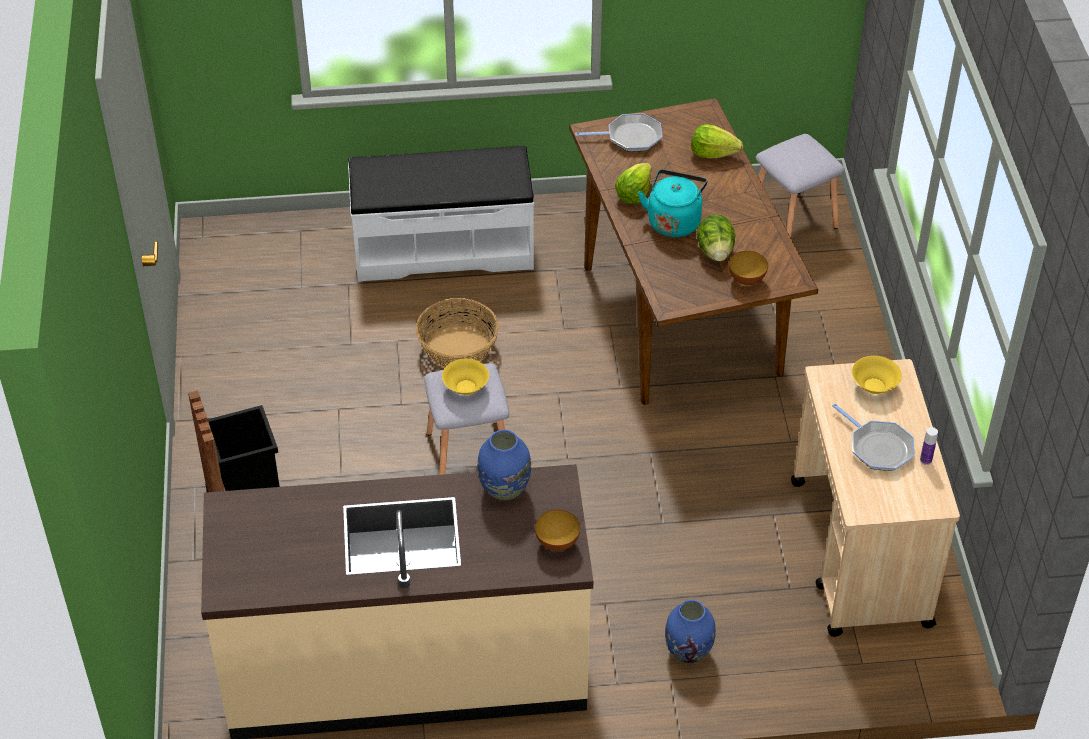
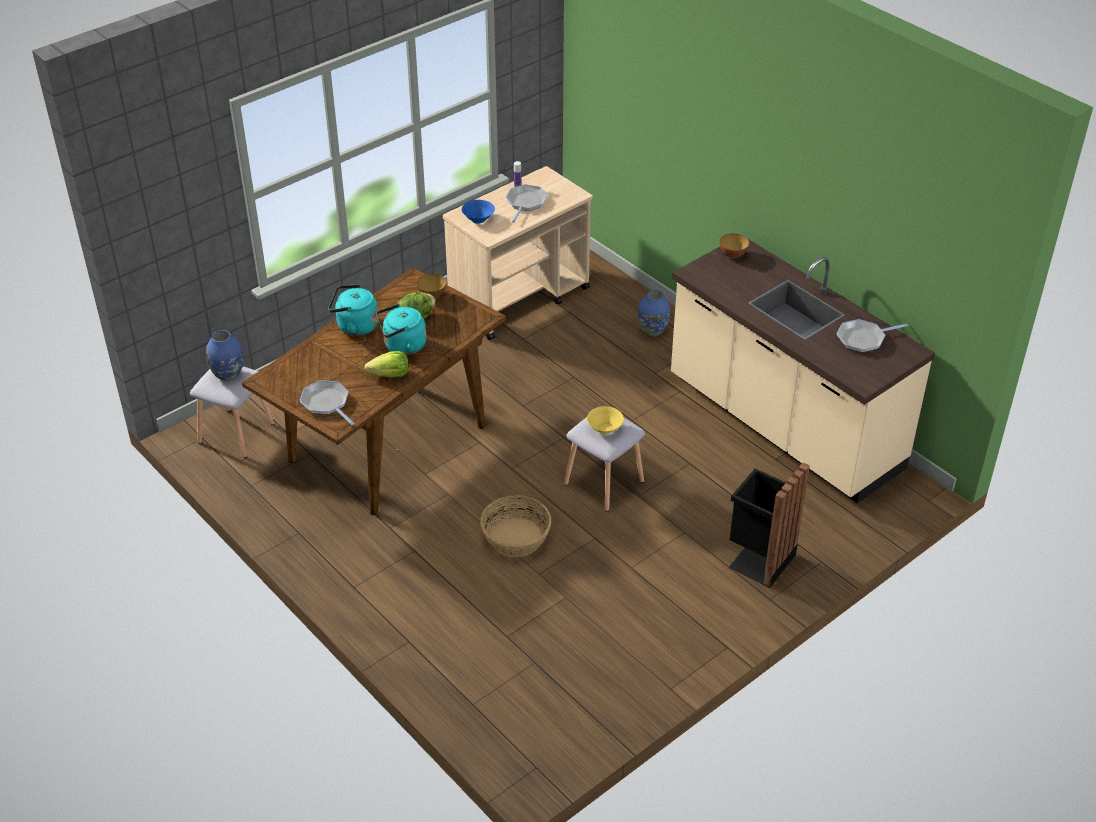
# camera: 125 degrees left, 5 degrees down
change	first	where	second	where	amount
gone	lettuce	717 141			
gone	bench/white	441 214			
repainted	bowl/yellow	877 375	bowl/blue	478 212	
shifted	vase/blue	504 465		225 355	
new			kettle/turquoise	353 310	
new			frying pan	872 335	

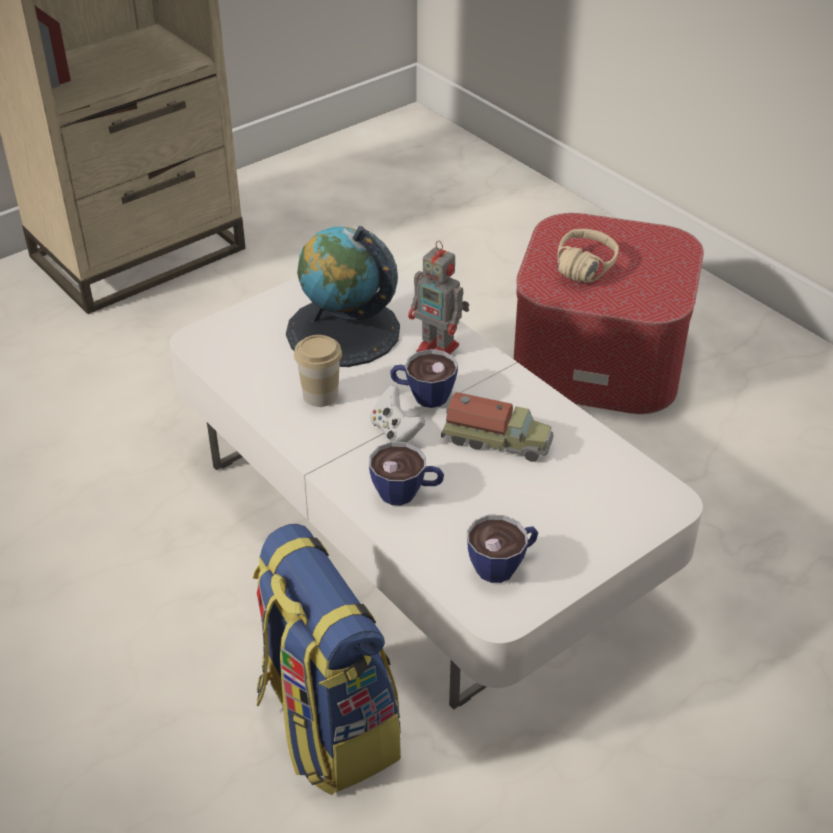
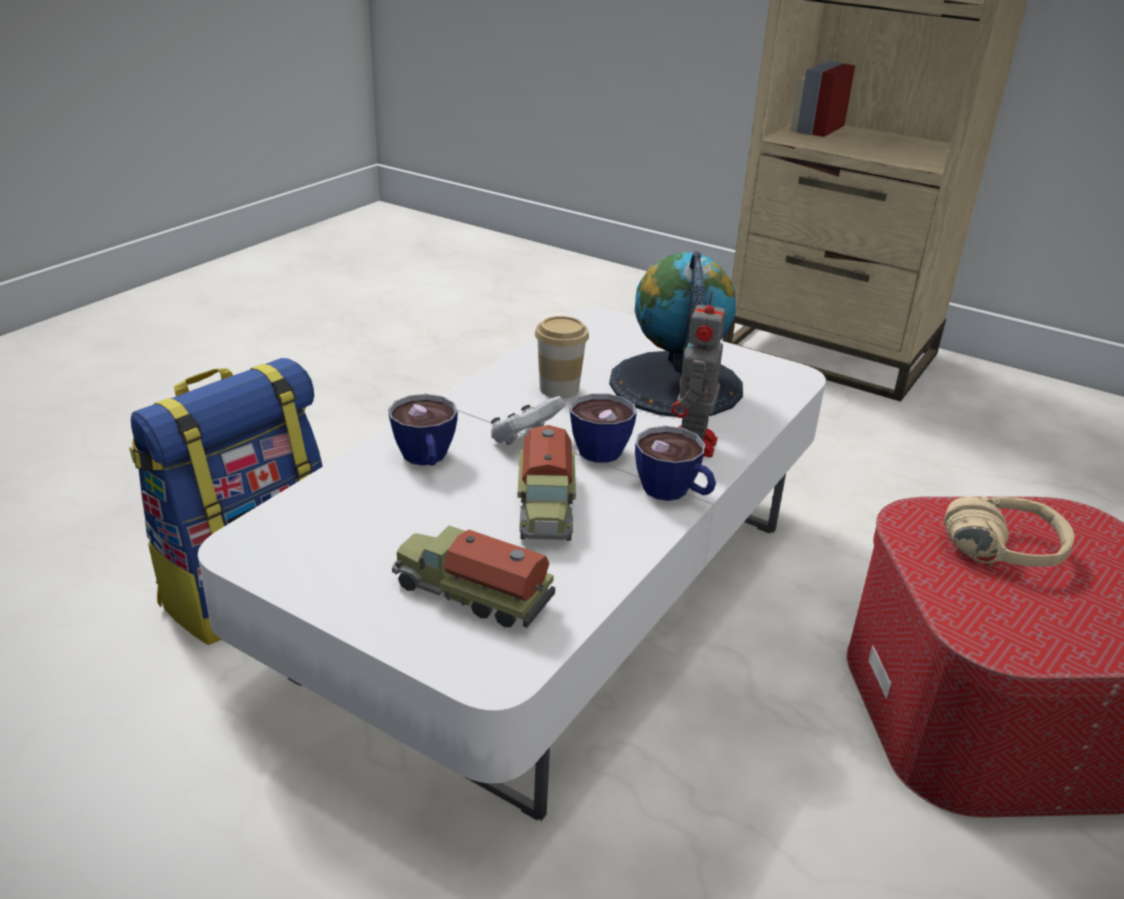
# camera: 70 degrees right, 10 degrees down
change	first	where	second	where	amount
shifted	cup	503 549		675 463	
new			toy truck	473 577	

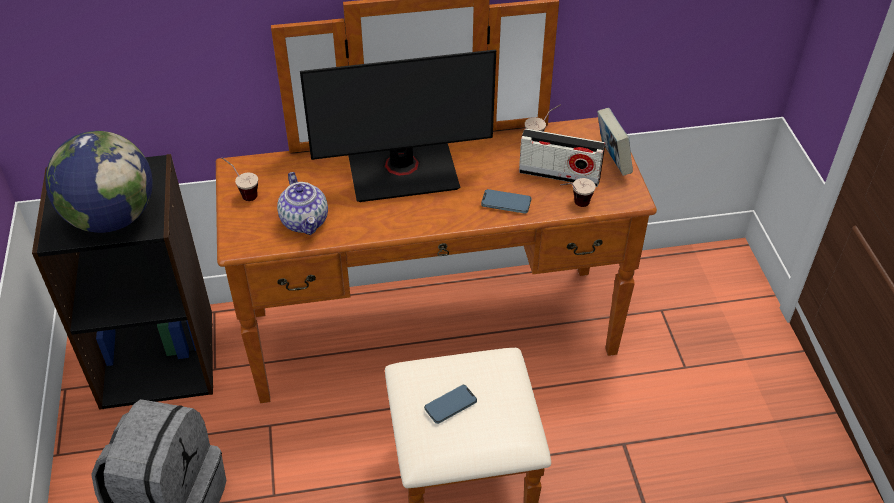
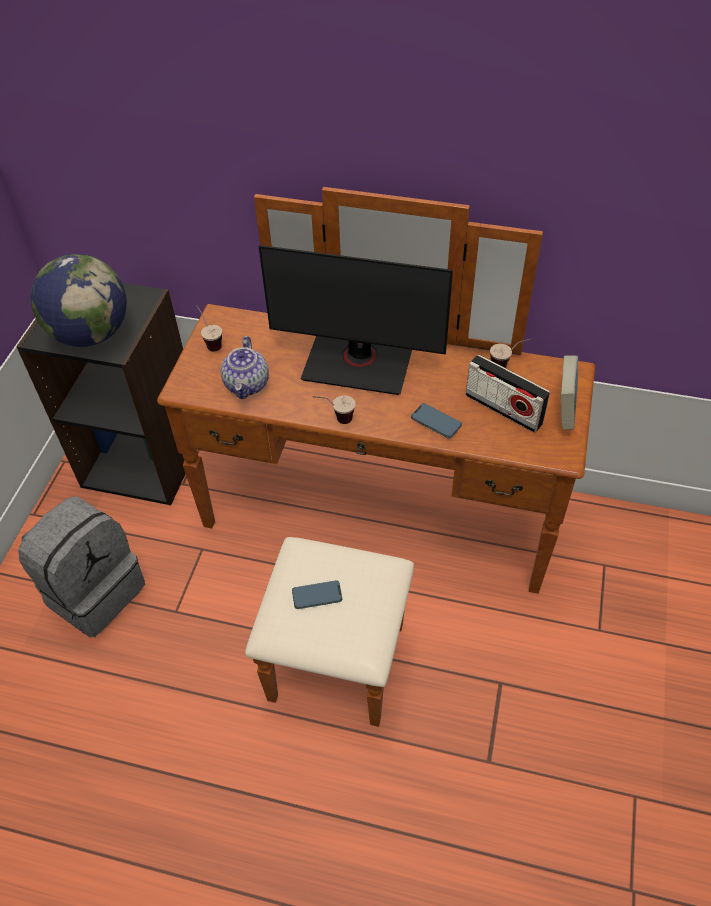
# camera: 25 degrees right, 5 degrees up
change	first	where	second	where	amount
shifted	cup	578 192		334 409	

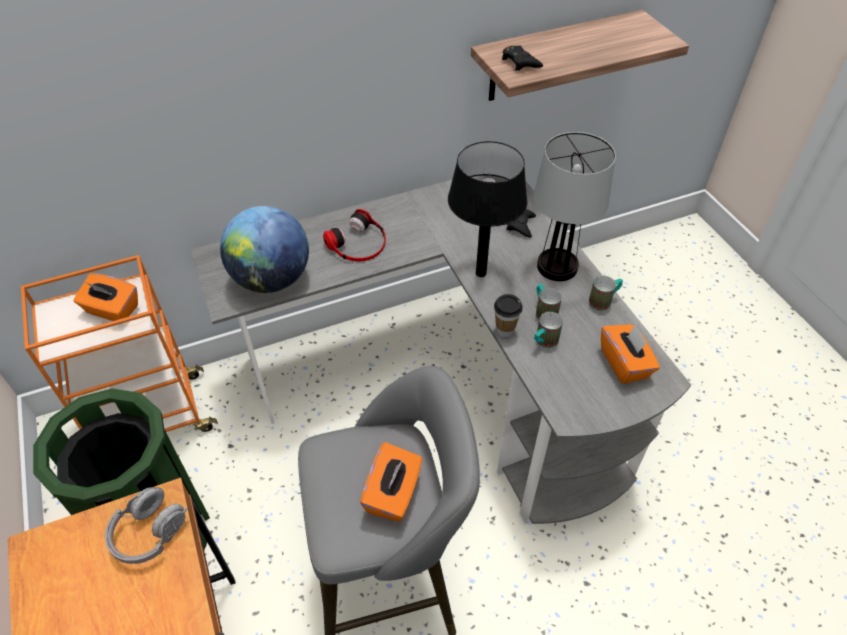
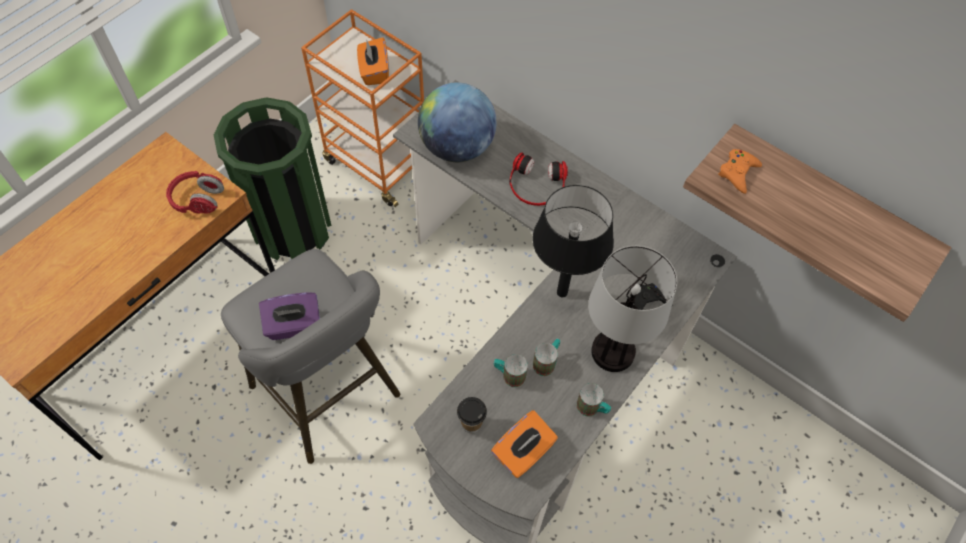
# camera: 60 degrees right, 10 degrees up
change	first	where	second	where	amount
repainted	game controller/black	522 58	game controller/orange	740 171	
shifted	cup	508 315		472 415	
repainted	tissue box/orange	391 482	tissue box/purple	289 316	
repainted	headphones/grey	146 525	headphones/red	195 192	

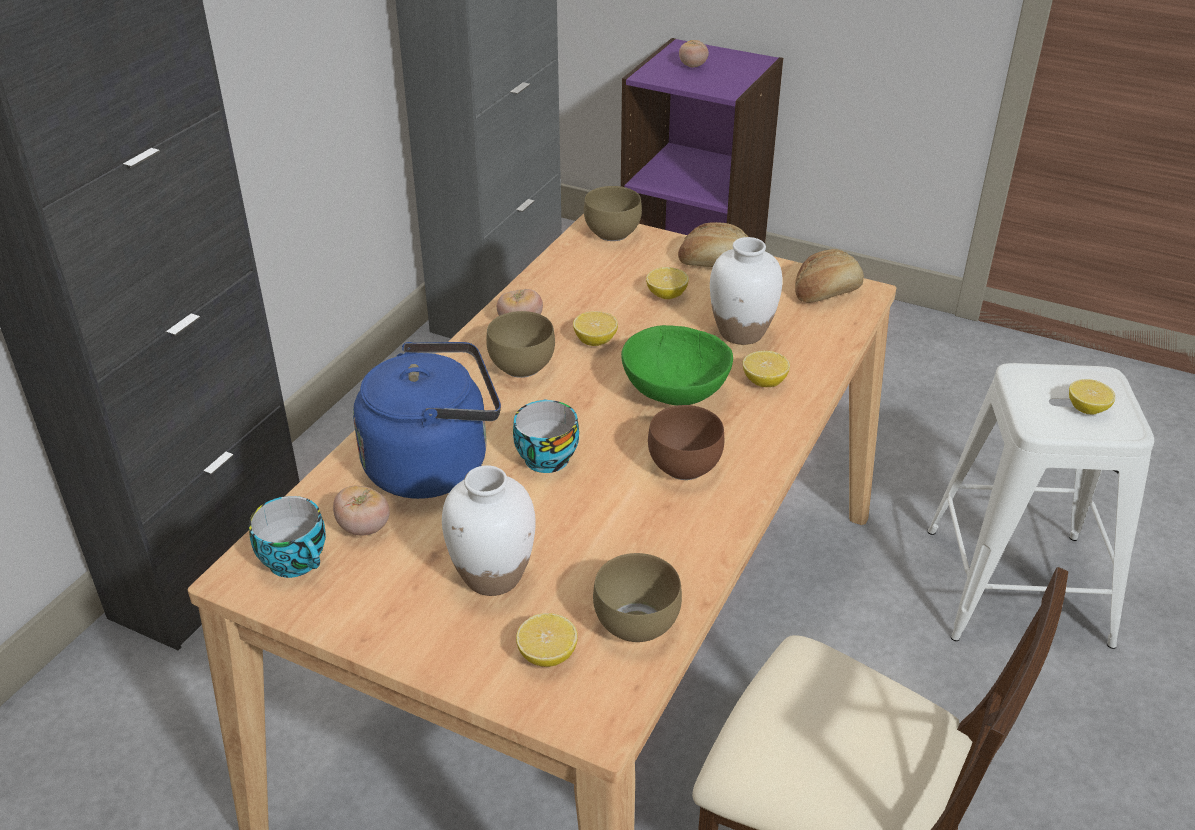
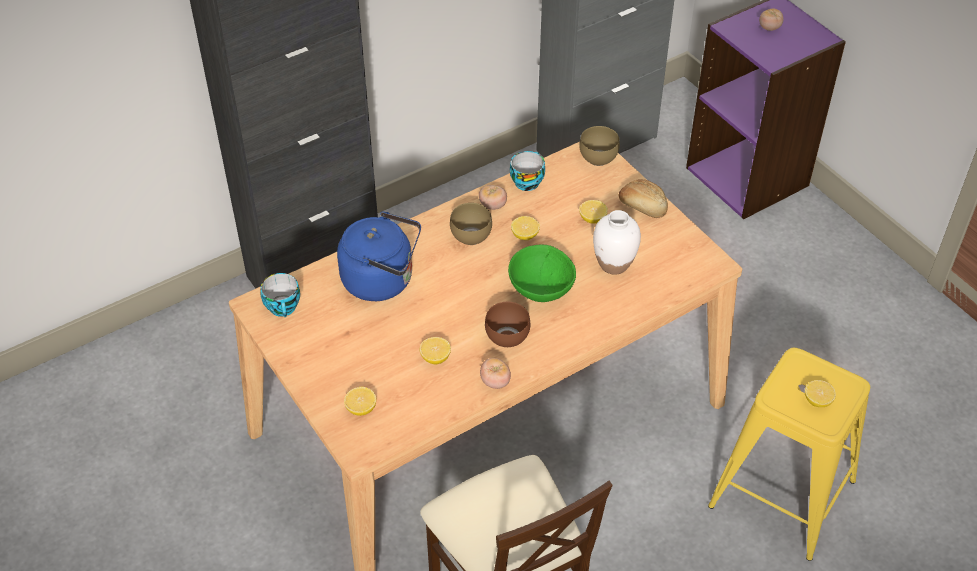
# camera: 30 degrees right, 10 degrees up
change	first	where	second	where	amount
gone	bread	829 276			
shifted	lemon	766 369		435 351	
repainted	stool/white	1040 506	stool/yellow	789 454	
shifted	cup	546 436		527 171	
gone	vase/white	488 530			
shifted	tomato	361 510		495 373	
gone	bowl/brown	637 597			

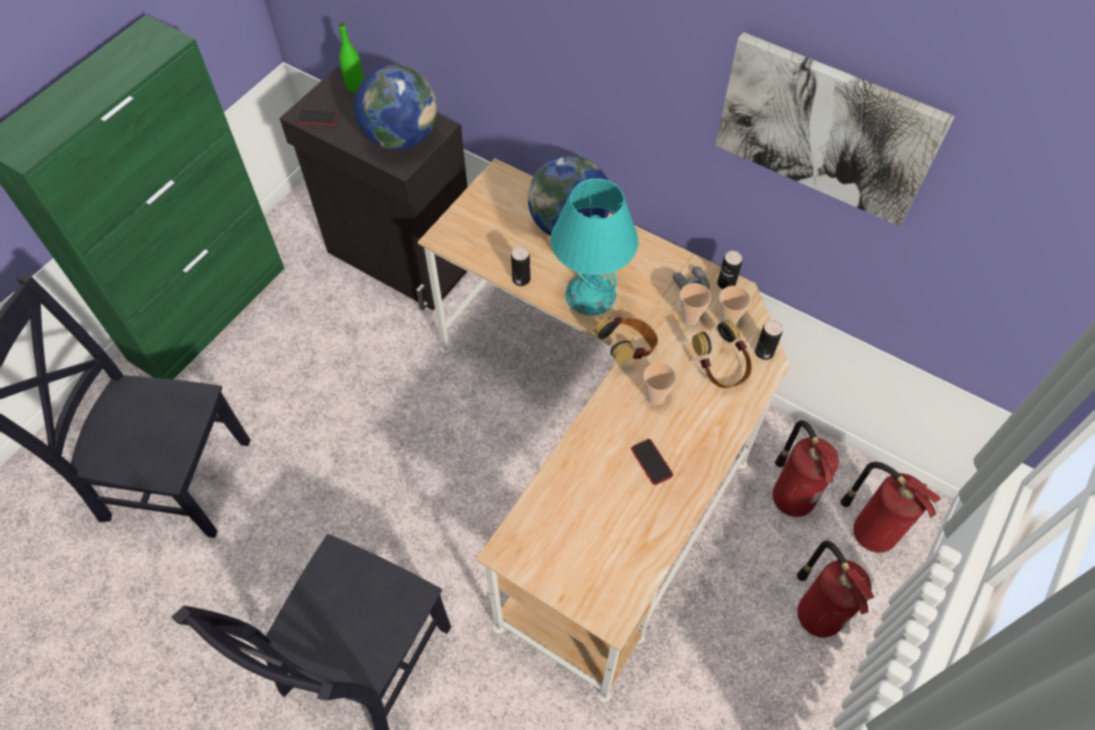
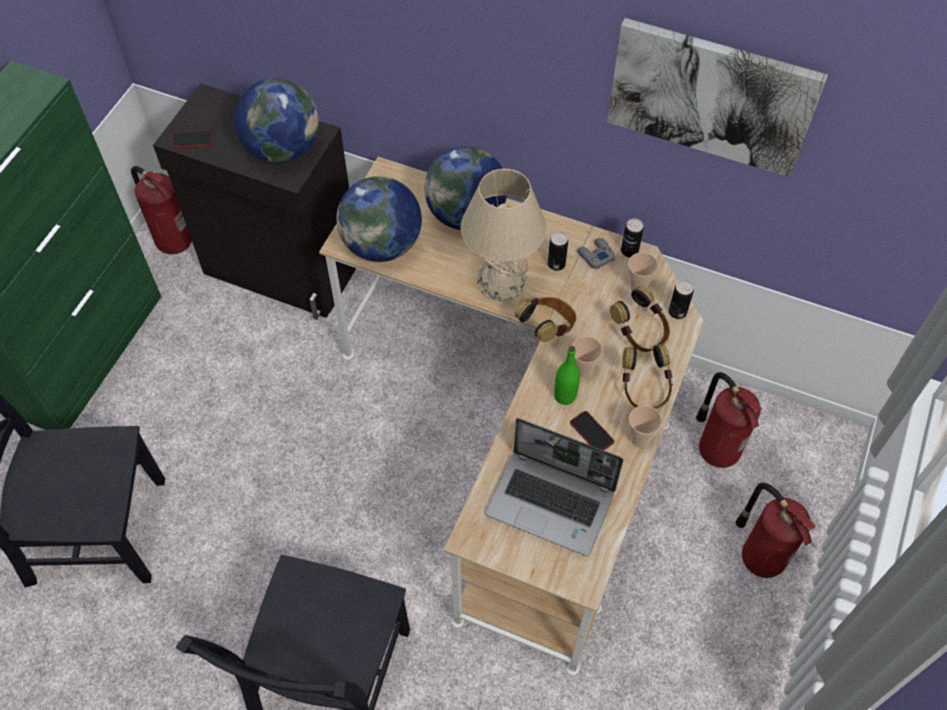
# camera: 10 degrees left, 0 degrees up
change	first	where	second	where	amount
shifted	bottle/green	351 57		567 375	
repainted	table lamp/turquoise	594 247	table lamp/beige	503 235	
shifted	can	520 266		558 251	
shifted	cup	695 304		645 426	
shifted	fire extinguisher	890 507		161 210	
new			globe	379 219	
new			headphones	647 377	
new			laptop	554 487	

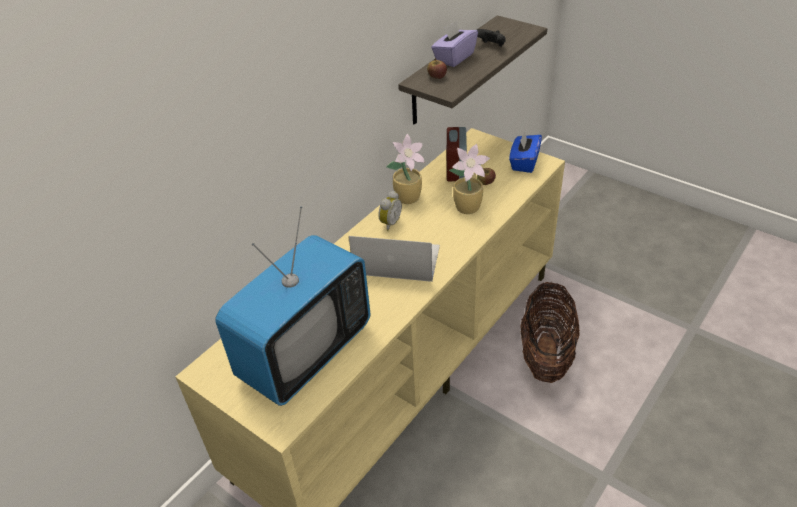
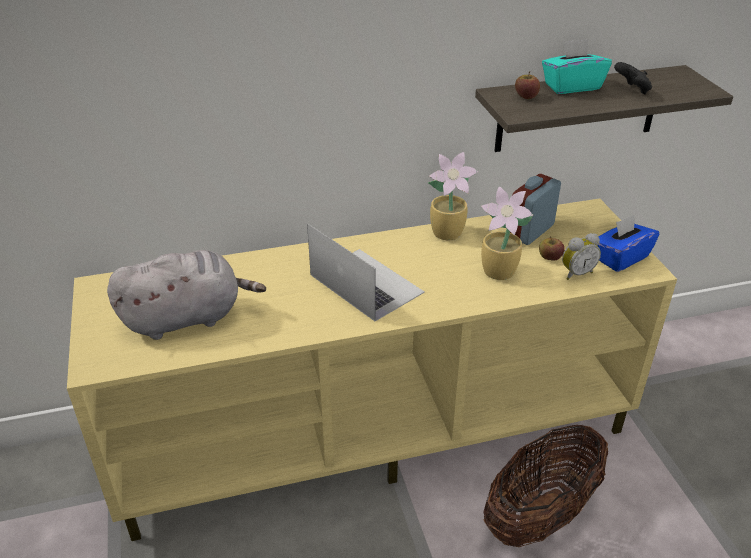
# camera: 35 degrees right, 5 degrees down
change	first	where	second	where	amount
repainted	tissue box/purple	454 44	tissue box/turquoise	577 66	
shifted	alarm clock	390 211		581 256	
swapped	television	293 306	plush toy/grey	186 295	

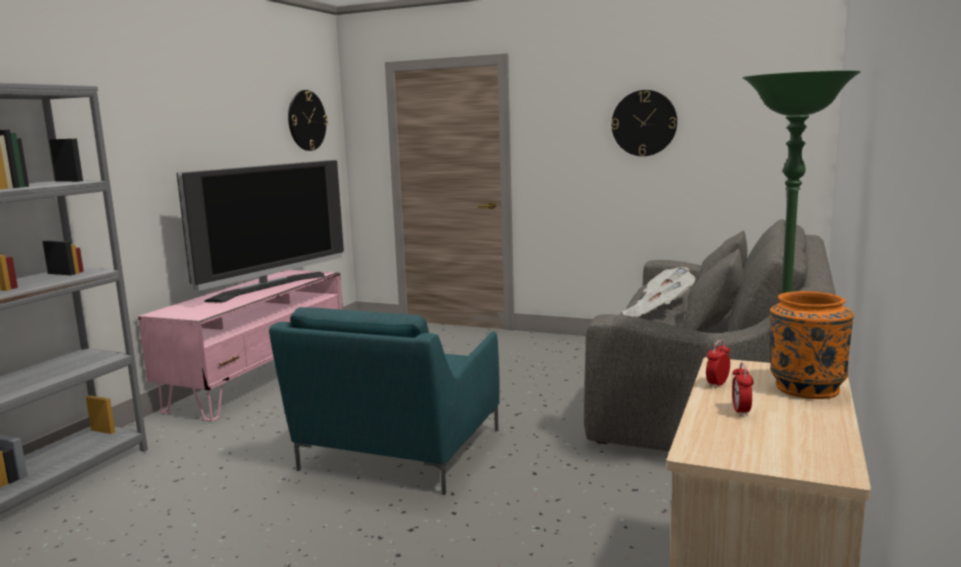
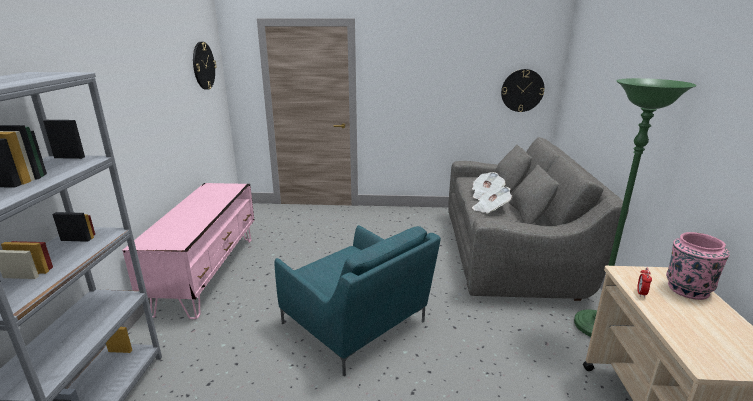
# camera: 20 degrees left, 10 degrees up
change	first	where	second	where	amount
shifted	wall clock	644 123		522 90	
gone	television	260 231			
repainted	vase/orange	812 345	vase/pink	698 266	
rotated	armchair/turquoise	384 401		358 300	45 degrees counterclockwise
gone	alarm clock	742 389			

